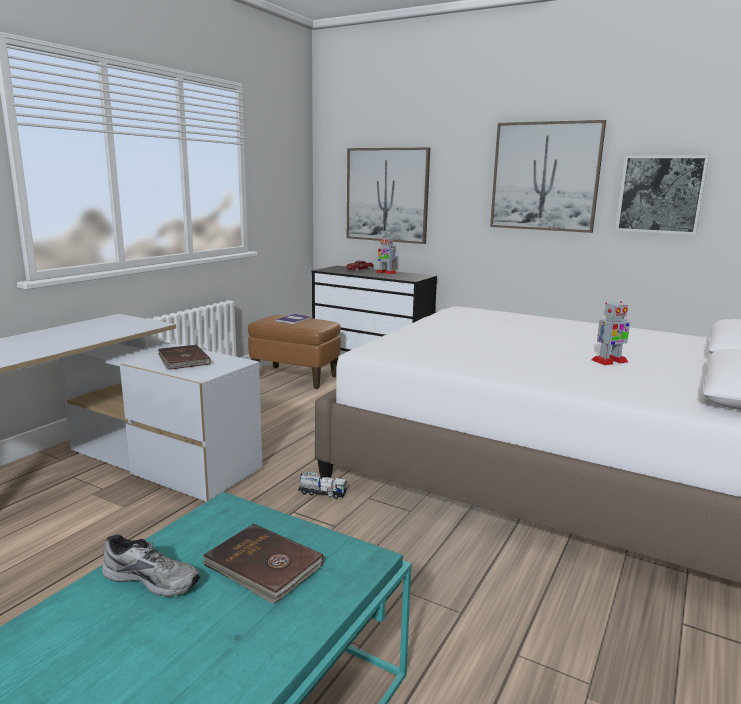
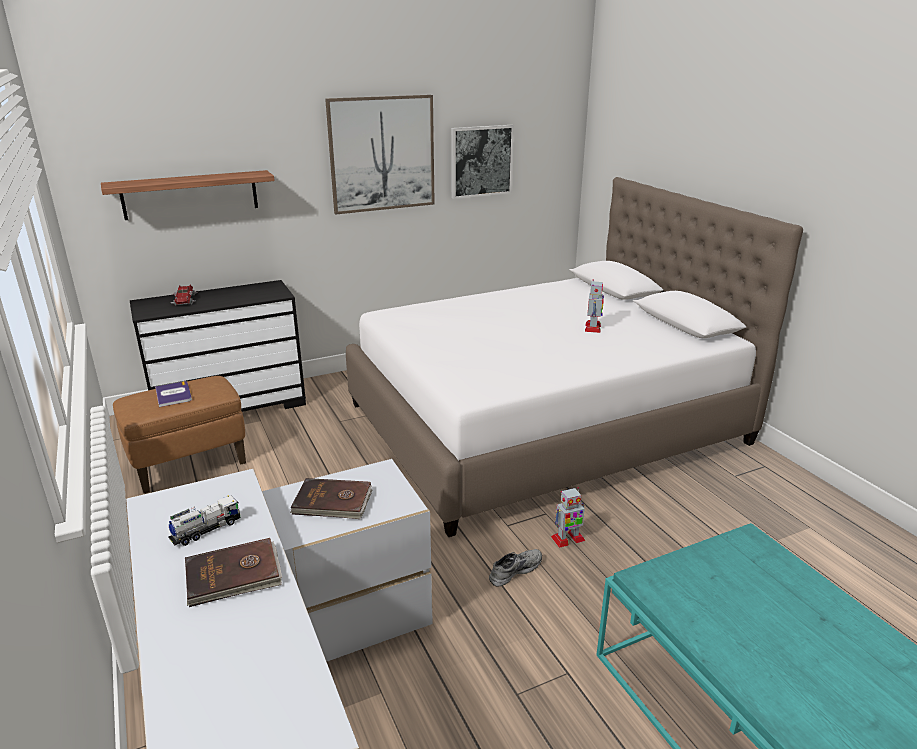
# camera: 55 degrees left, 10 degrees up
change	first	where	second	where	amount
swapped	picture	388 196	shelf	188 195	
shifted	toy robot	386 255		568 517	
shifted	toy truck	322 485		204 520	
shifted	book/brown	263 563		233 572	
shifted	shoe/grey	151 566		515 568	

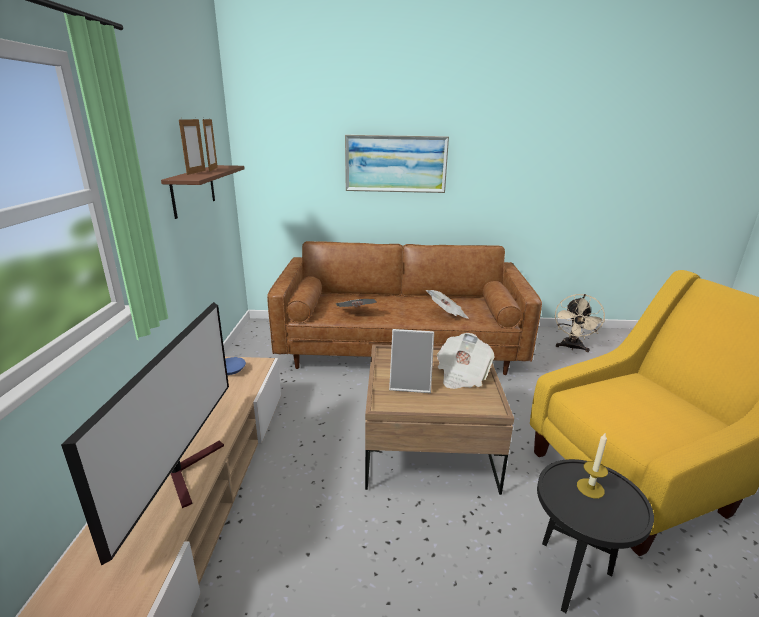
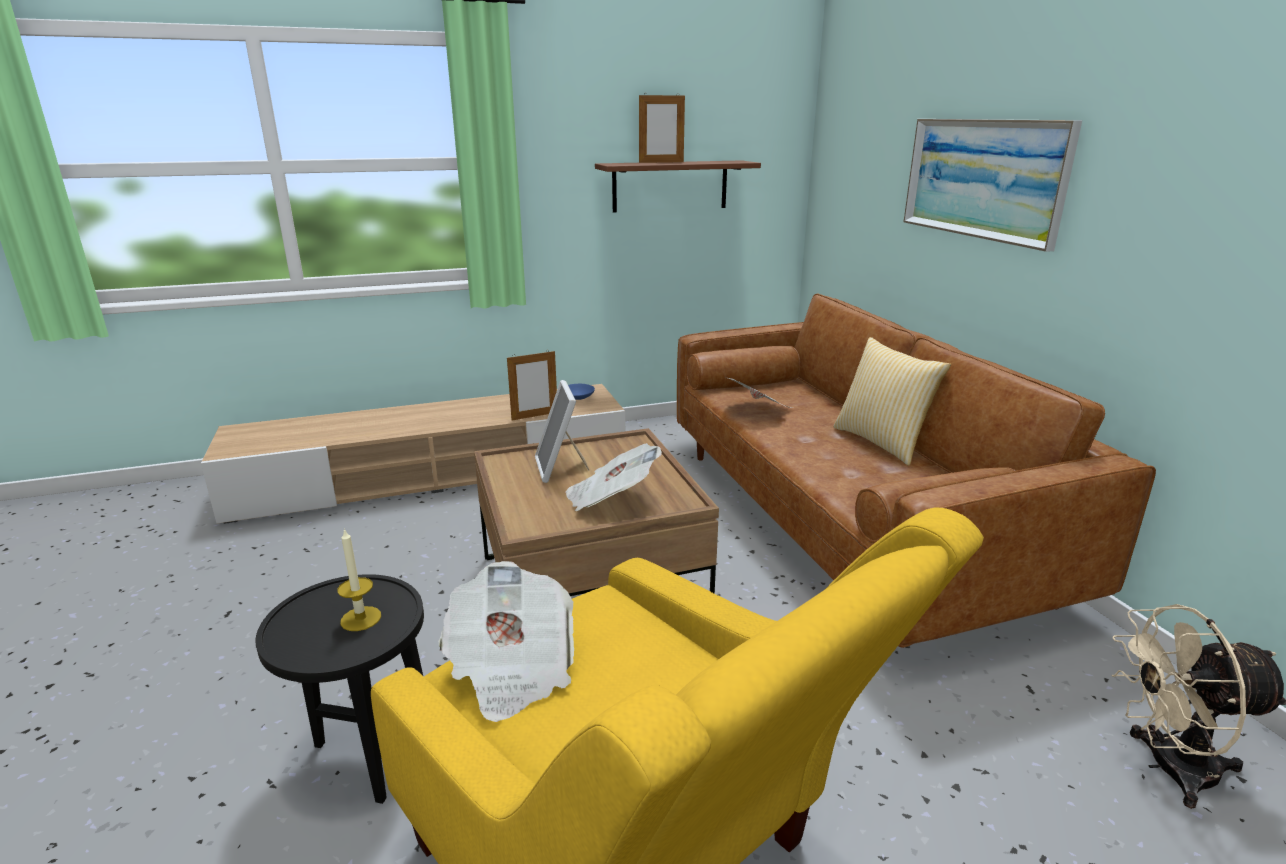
# camera: 70 degrees right, 0 degrees up
change	first	where	second	where	amount
shifted	picture frame	210 145		532 385	
shifted	newspaper	447 304		506 641	
gone	television	145 434			
new			pillow	892 401	

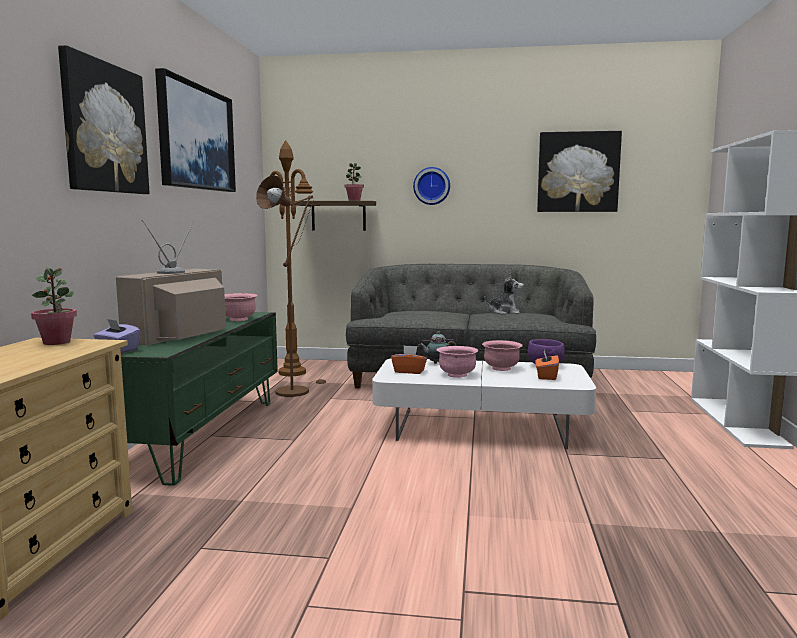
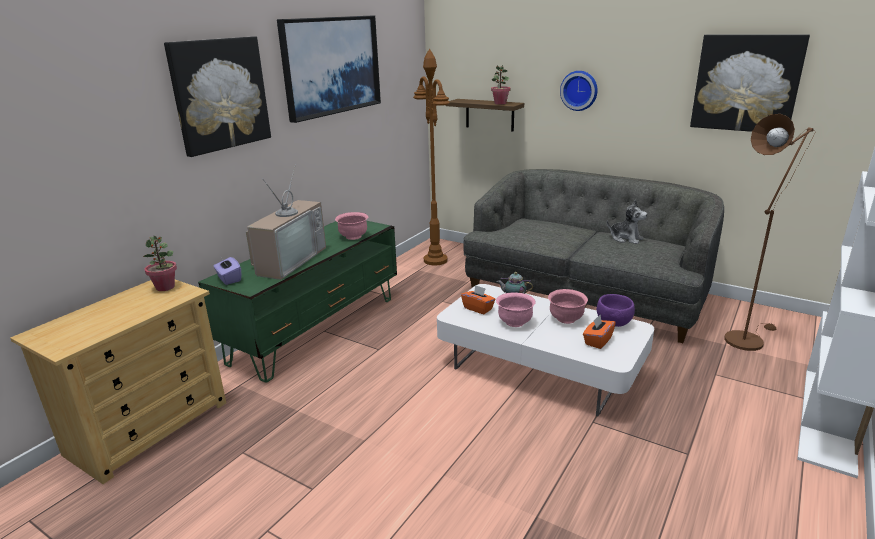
# camera: 25 degrees right, 15 degrees up
change	first	where	second	where	amount
shifted	floor lamp/brown	291 286		770 232	
rotated	television	171 282		286 222	150 degrees clockwise

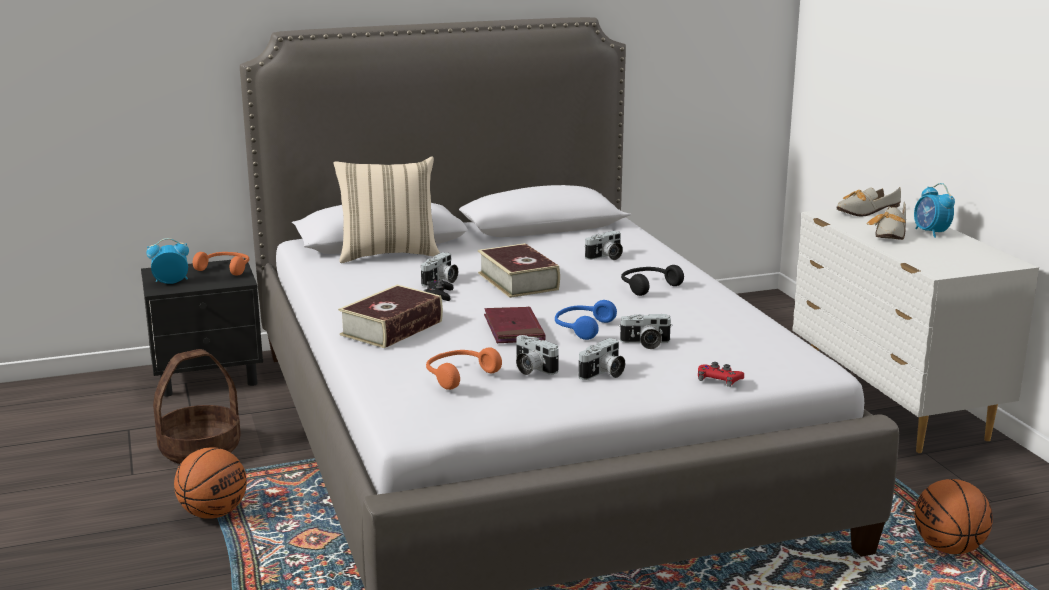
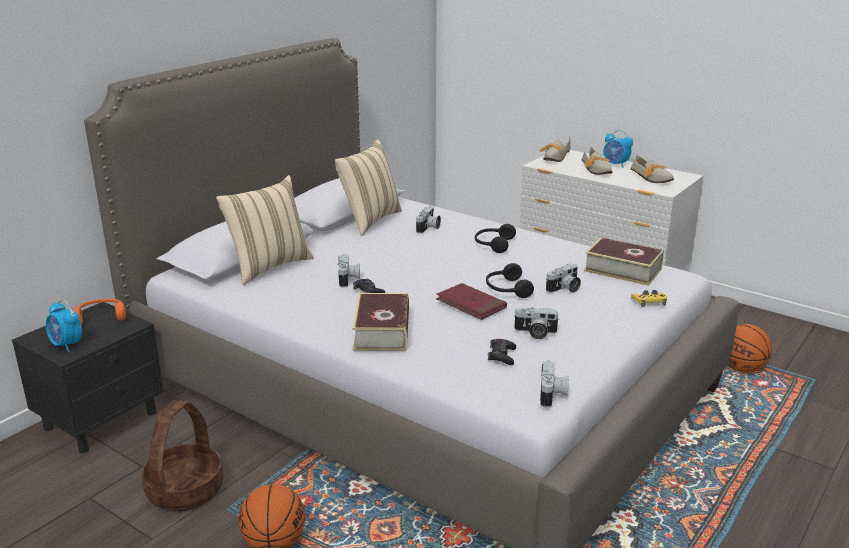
# camera: 35 degrees left, 5 degrees up
change	first	where	second	where	amount
rotated	alarm clock	167 261		64 326	90 degrees counterclockwise
shifted	book	519 270		624 261	
repainted	headphones/blue	586 320	headphones/black	510 280	
shifted	photo camera	602 359		554 384	
swapped	headphones/orange	464 368	game controller/black	502 352	
repainted	game controller/red	721 374	game controller/yellow	649 298	
new			pillow/beige	368 187	
new			shoe	652 169	

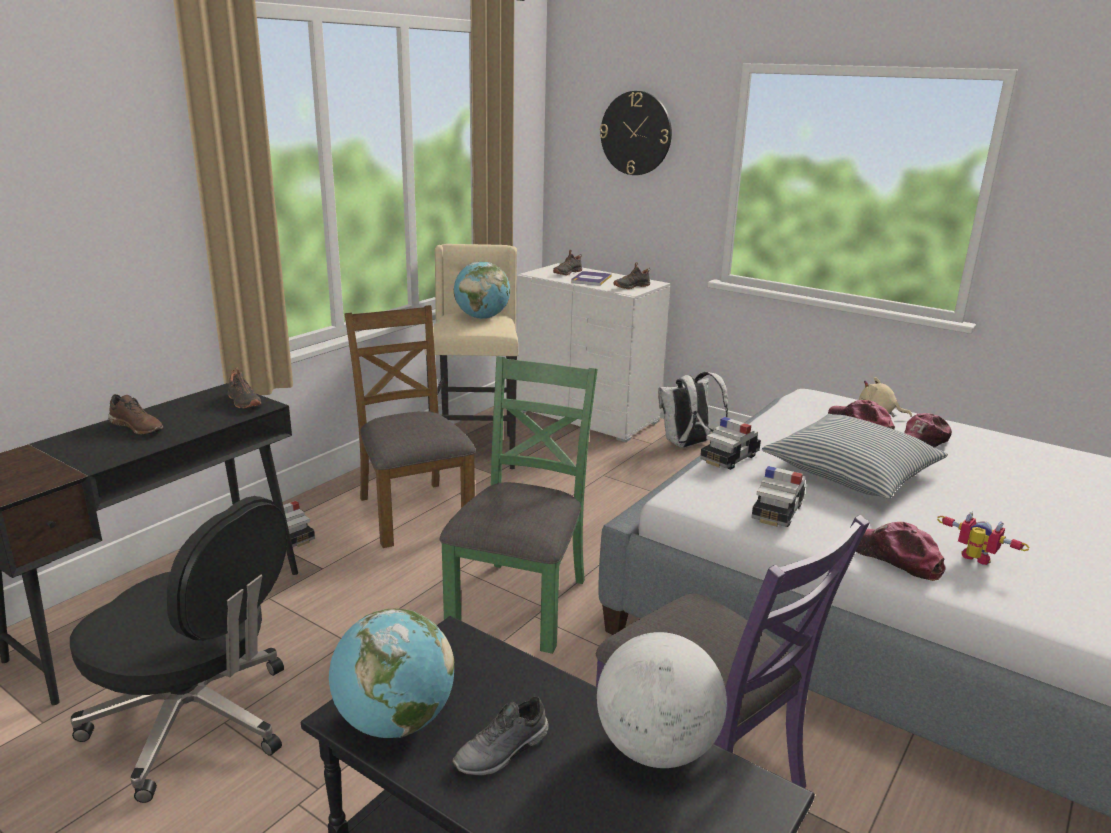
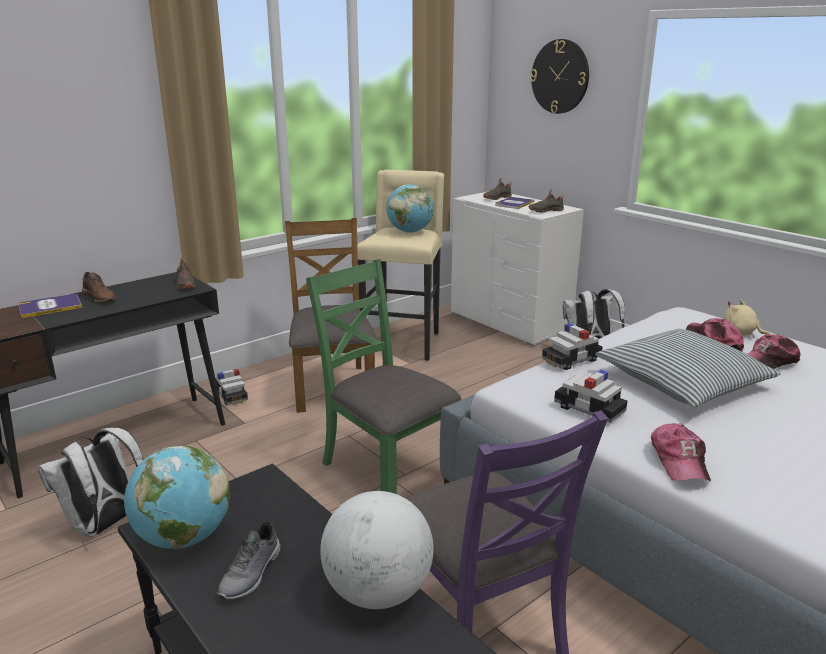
# camera: 15 degrees right, 0 degrees up
change	first	where	second	where	amount
rotated	chair/green	518 505		384 376	75 degrees counterclockwise
rotated	toy car	778 496		591 396	90 degrees clockwise
swapped	office chair/black	178 649	backpack/white	90 482	
gone	toy robot	983 538			
rotated	cap	900 551		681 452	150 degrees counterclockwise
rotated	shoe/grey	500 735		248 560	45 degrees counterclockwise
new			book	50 306	

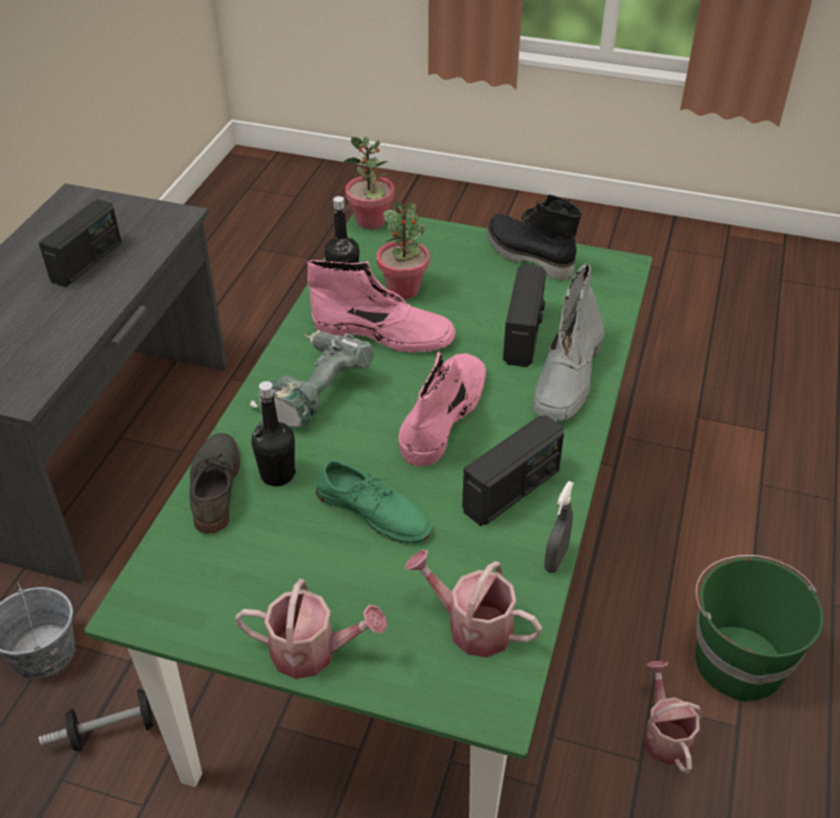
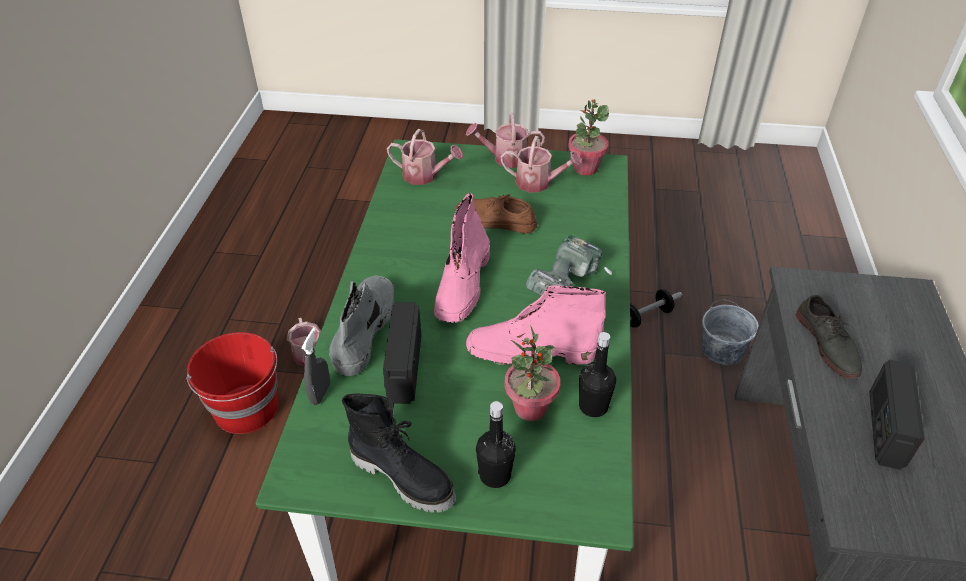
# camera: 170 degrees right, 0 degrees up
change	first	where	second	where	amount
shifted	potted plant	369 183		588 137	
shifted	bottle/black	274 433		496 444	
gone	radio	513 470			
shifted	shoe/grey	214 483		829 337	
repainted	shoe/green	374 502	shoe/brown	496 214	
shifted	spray bottle/grey	559 527		315 366	
repainted	bucket/green	759 628	bucket/red	232 383	
new			watering can	541 164	

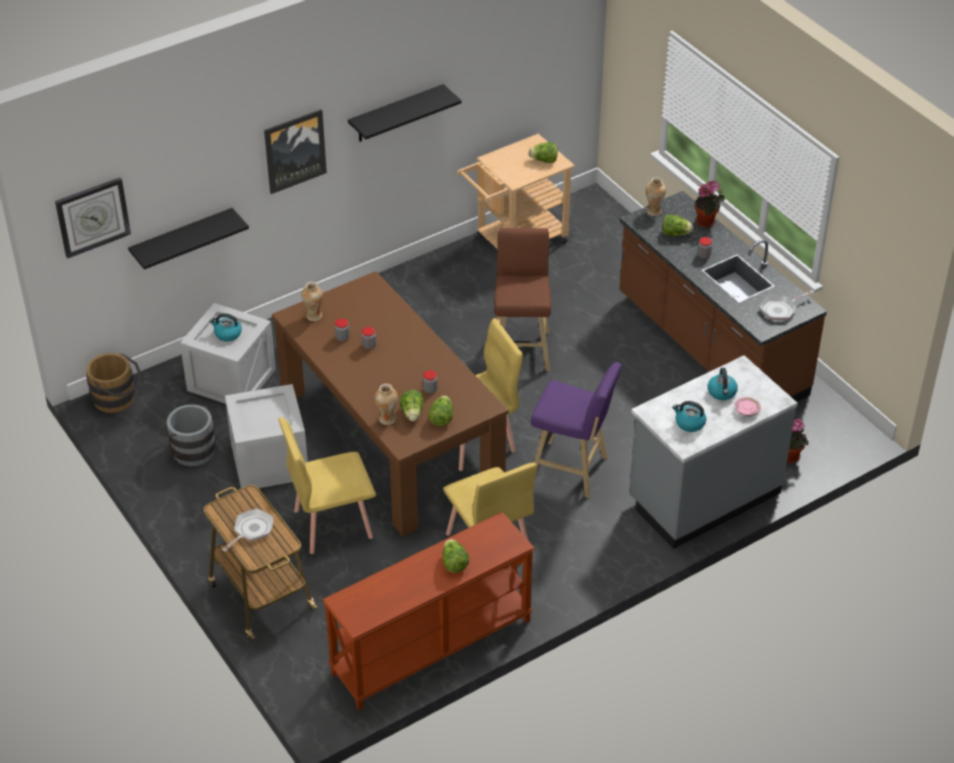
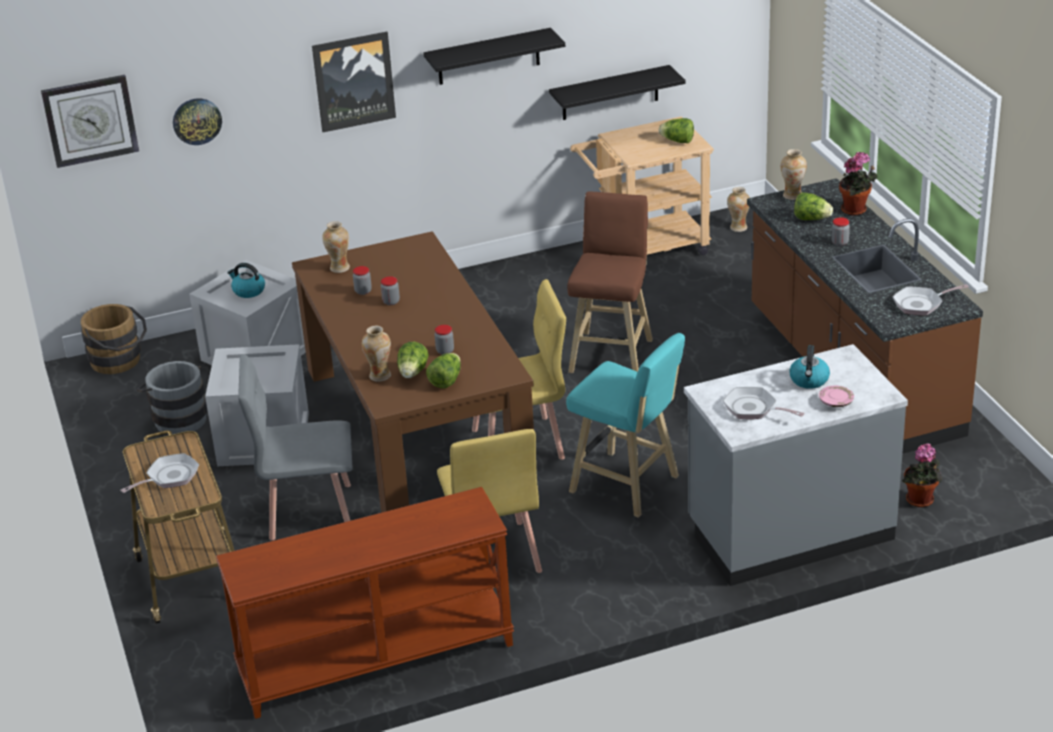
# camera: 15 degrees right, 10 degrees down
change	first	where	second	where	amount
shifted	shelf/black	188 239		617 92	
repainted	stool/purple	576 430	stool/turquoise	625 425	
swapped	kettle	689 416	frying pan	764 403	
repainted	chair/yellow	327 485	chair/grey	295 447	
gone	lettuce	456 556			
new			wall clock	197 122	
new			vase	738 209	

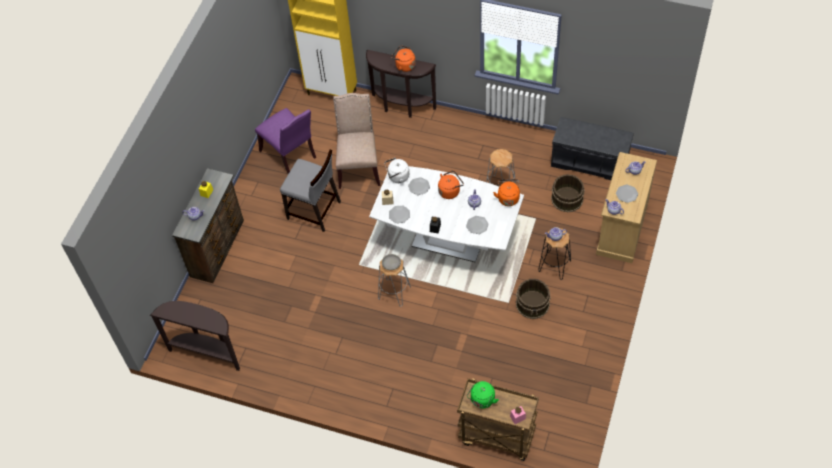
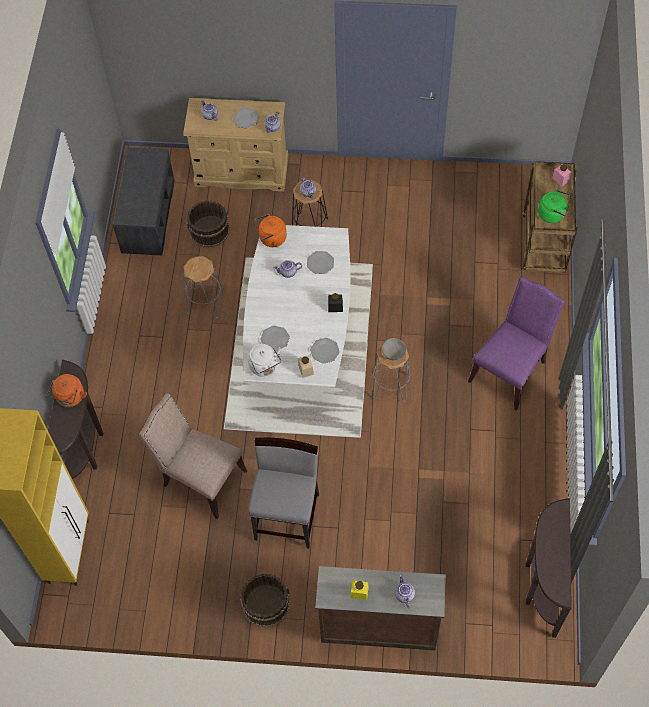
# camera: 105 degrees left, 5 degrees up
change	first	where	second	where	amount
rotated	chair/beige	356 141		193 456	45 degrees clockwise
shifted	chair/purple	285 141		516 343	
gone	kettle/orange	451 185			
shifted	bucket/brown	533 299		265 600	

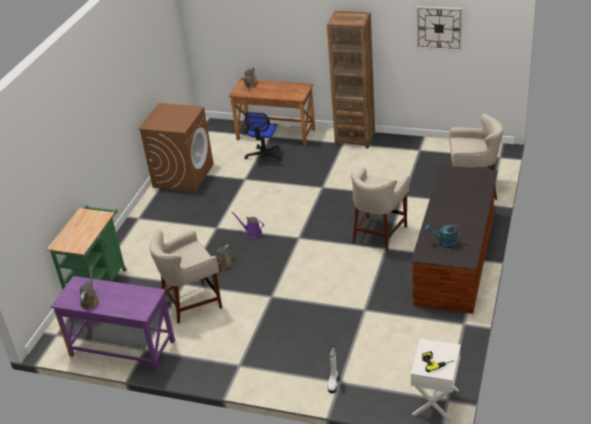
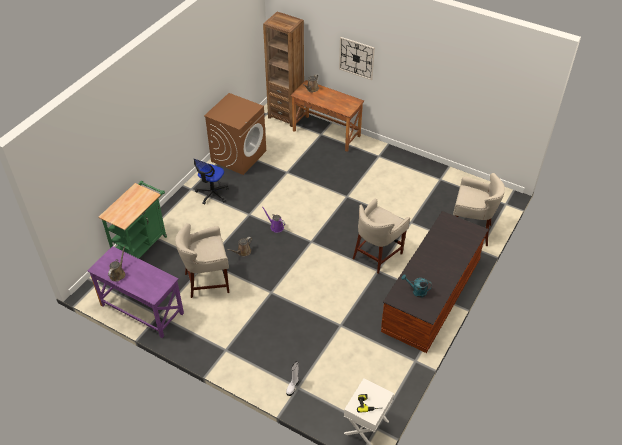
# camera: 10 degrees right, 10 degrees up
change	first	where	second	where	amount
shifted	wall clock	439 28		357 58	
shifted	bookcase/brown	351 80		283 69	
shifted	office chair	263 139		211 182	

